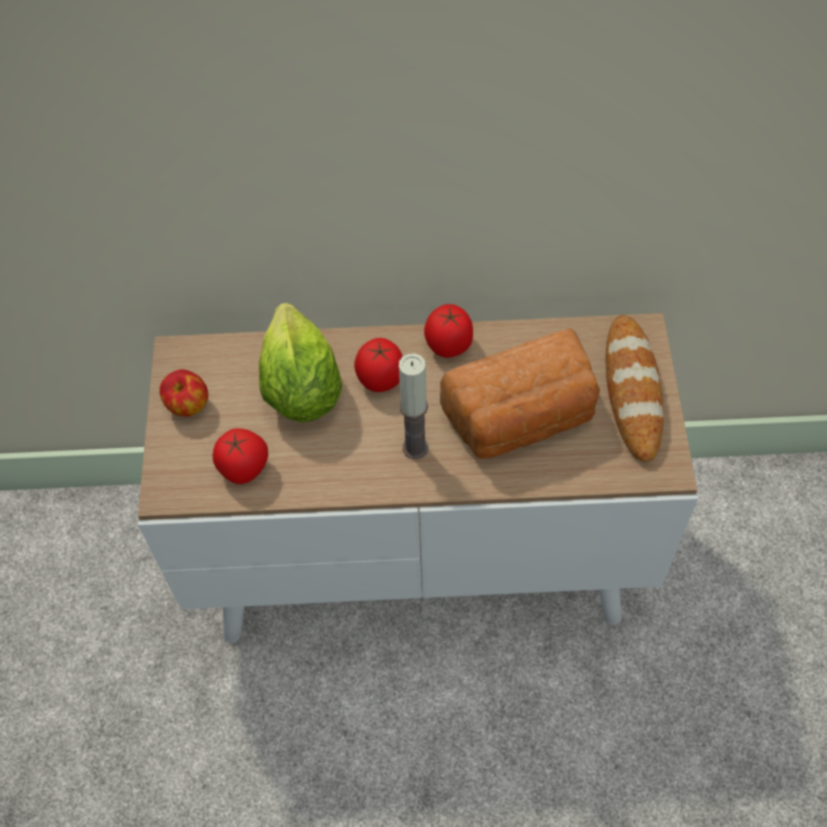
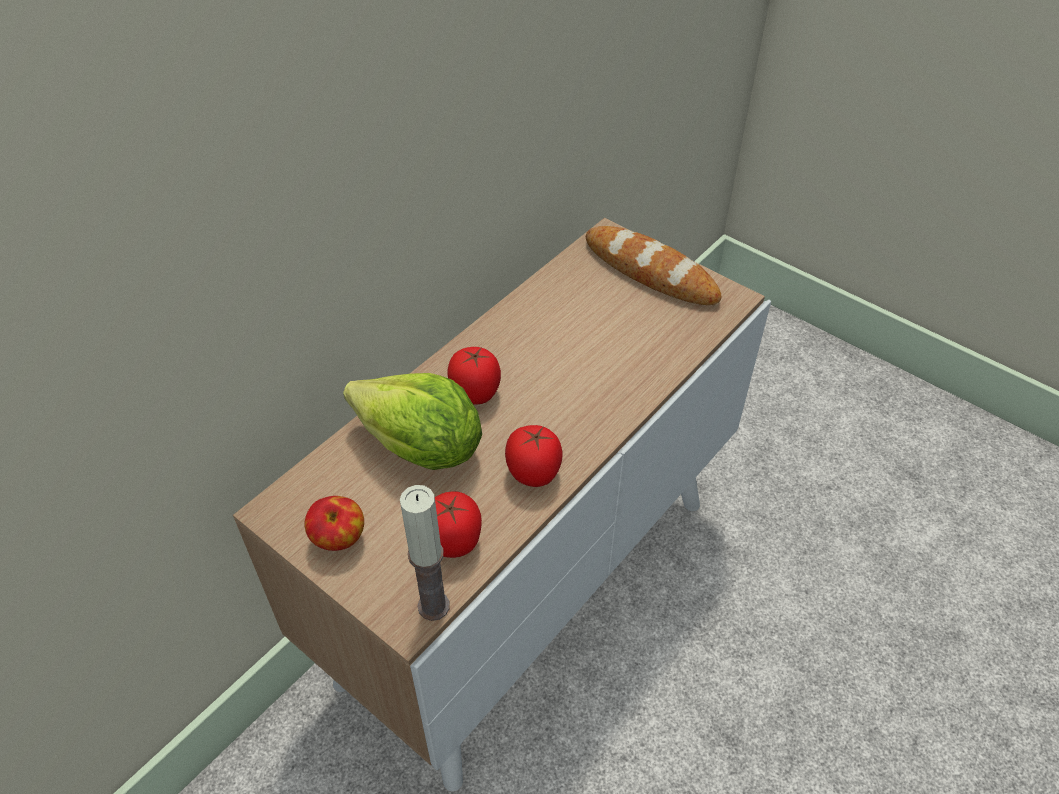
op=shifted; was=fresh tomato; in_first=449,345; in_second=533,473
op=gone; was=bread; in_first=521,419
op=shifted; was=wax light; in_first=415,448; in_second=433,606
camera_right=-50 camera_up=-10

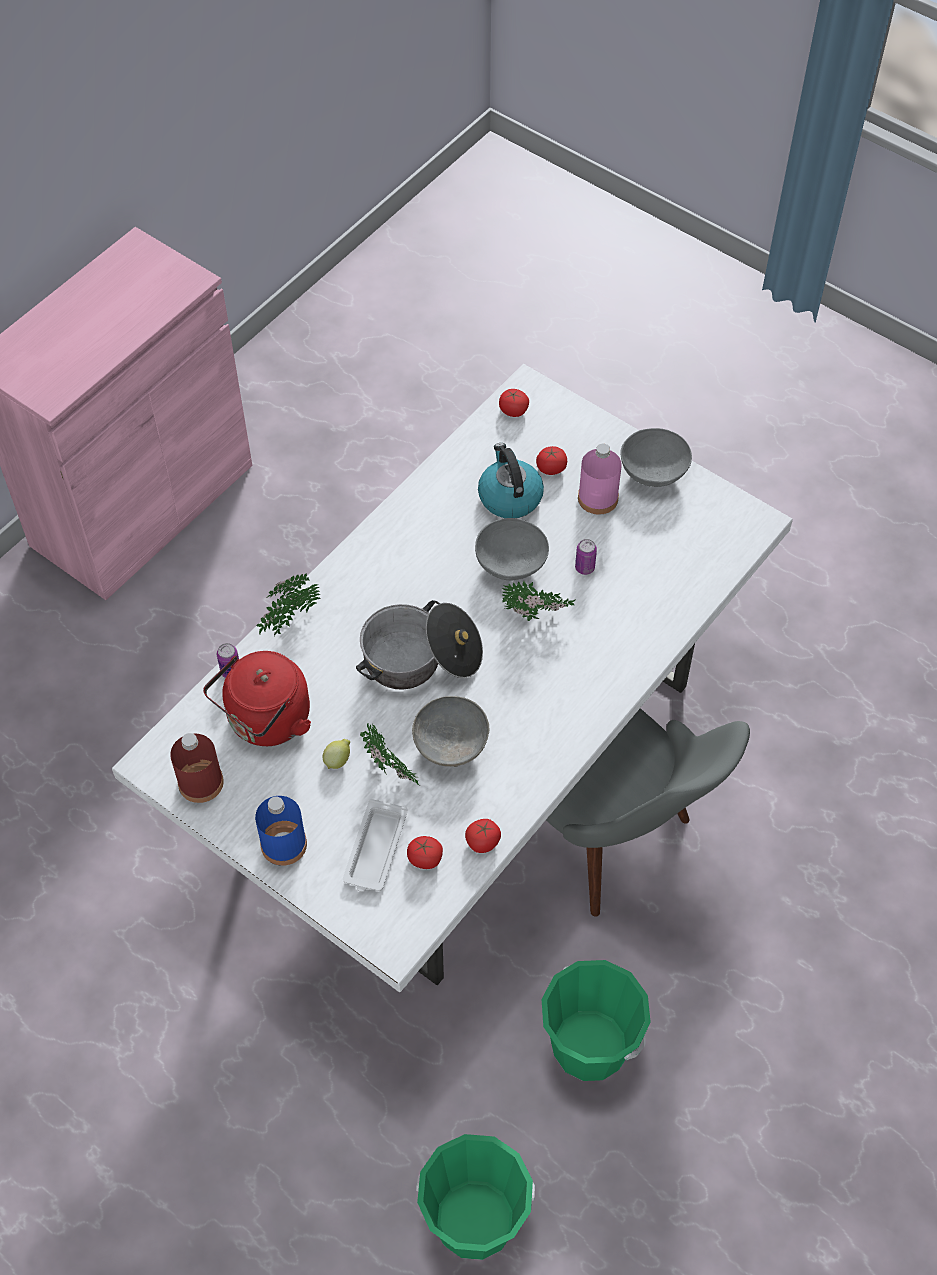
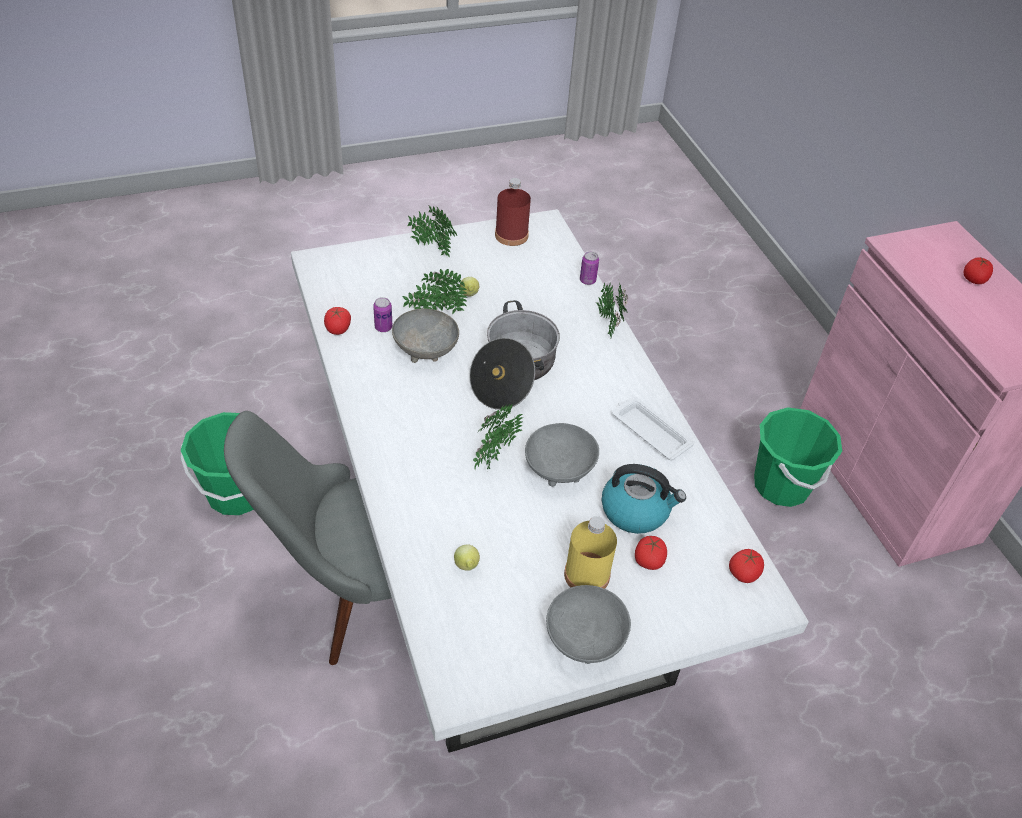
op=repainted; was=pinkish beverage bottle; now=yellow beverage bottle; in_first=598,498; in_second=587,575
op=shifted; was=sealed can; in_first=584,568; in_second=383,327
op=gone; was=reddish water kettle; in_first=266,722
op=swapped; was=bluish beverage bottle; now=houseplant; in_first=283,844; in_second=432,248
op=shifted; was=white-coloured carrying tray; in_first=375,850; in_second=649,431
op=shifted; was=fresh tomato; in_first=424,859; in_second=973,279
op=shifted; was=green-coloured pail; in_first=475,1219; in_second=781,485
op=new; now=citrus fruit; in_second=466,567
camera_right=120 camera_up=-10

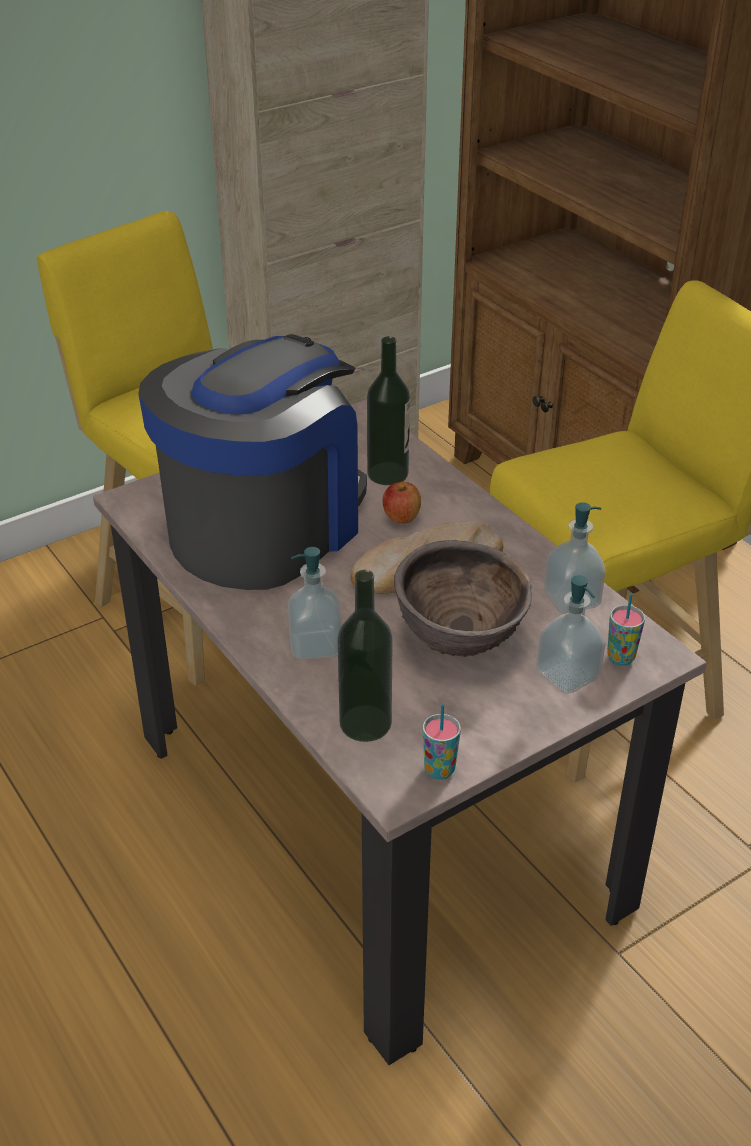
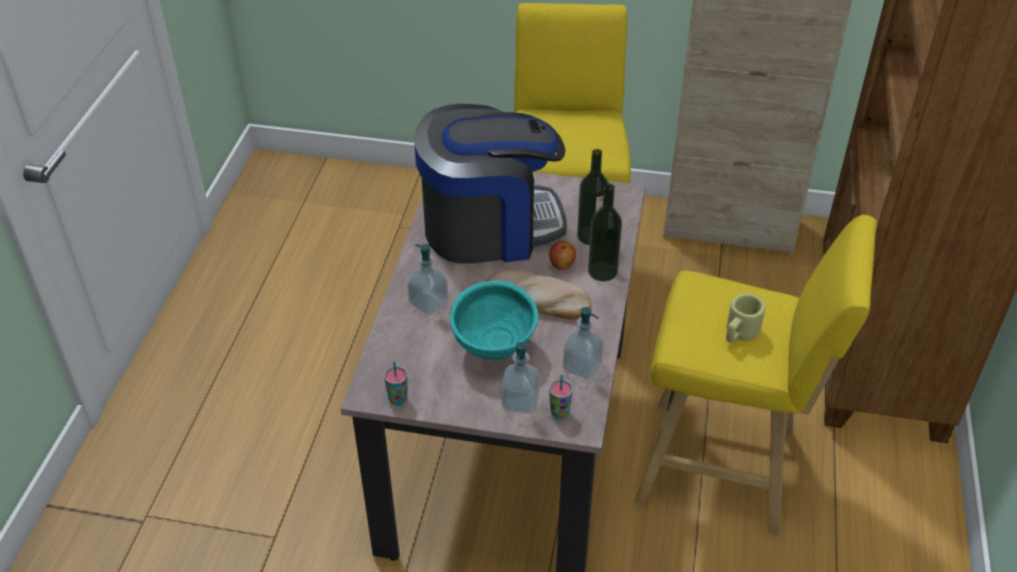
op=repainted; was=brownish serving bowl; now=turquoise serving bowl; in_first=459,643; in_second=493,348
op=shifted; was=beverage bottle; in_first=365,723; in_second=602,271
op=new; now=beige coffee mug; in_second=739,333
camera_right=45 camera_up=5

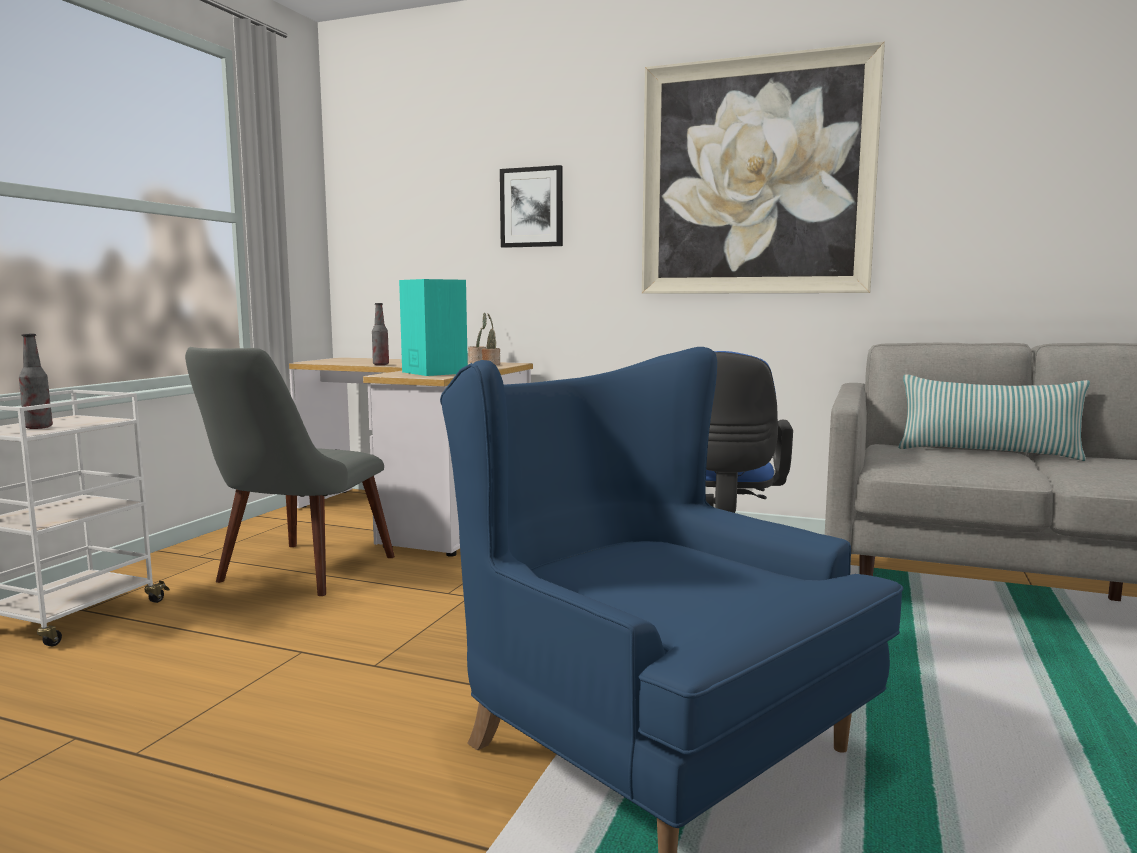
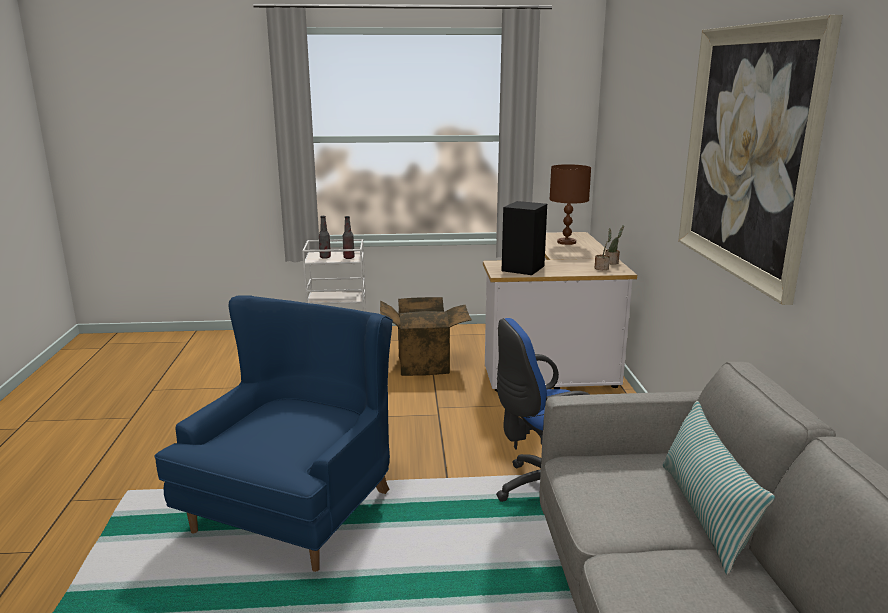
op=gone; was=wall picture; in_first=532,207
op=repainted; was=turquoise audio speaker; now=black audio speaker; in_first=433,372; in_second=523,268
op=shifted; was=beverage bottle; in_first=381,364; in_second=349,258
op=swapped; was=grey chair; now=carton; in_first=294,575; in_second=424,364
op=new; now=brownish tabletop lamp; in_second=567,242
camera_right=65 camera_up=10

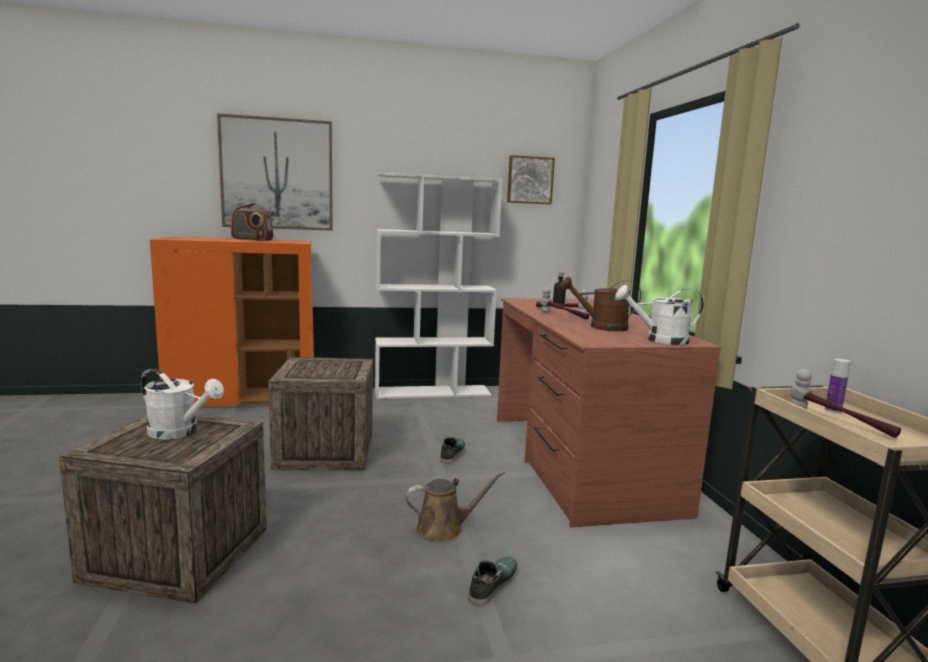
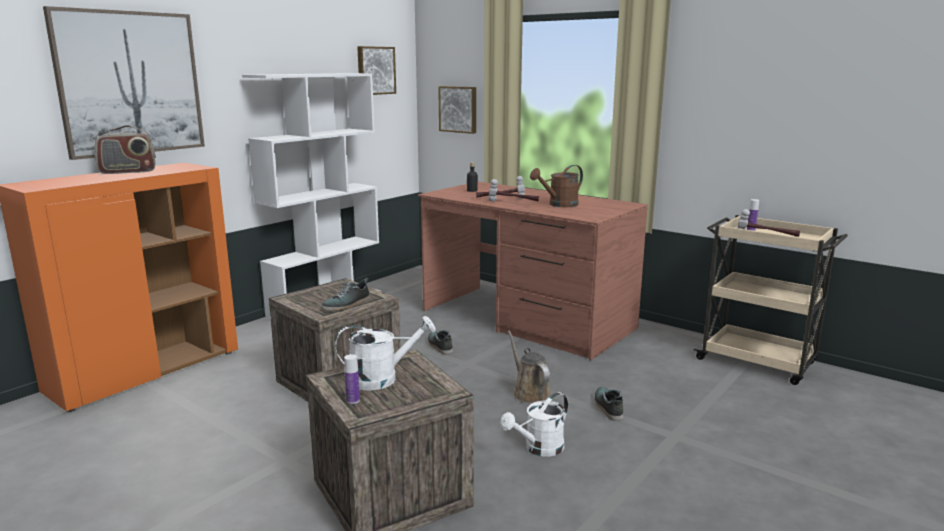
op=shifted; was=white-coloured watering can; in_first=659,340; in_second=539,449
op=rotated; was=brownish watering can; in_first=444,529; in_second=529,392; clockwise=-60
op=new; now=wall picture; in_second=458,109
op=new; now=shoe; in_second=347,305
op=new; now=beverage bottle; in_second=353,400
camera_right=-40 camera_up=5

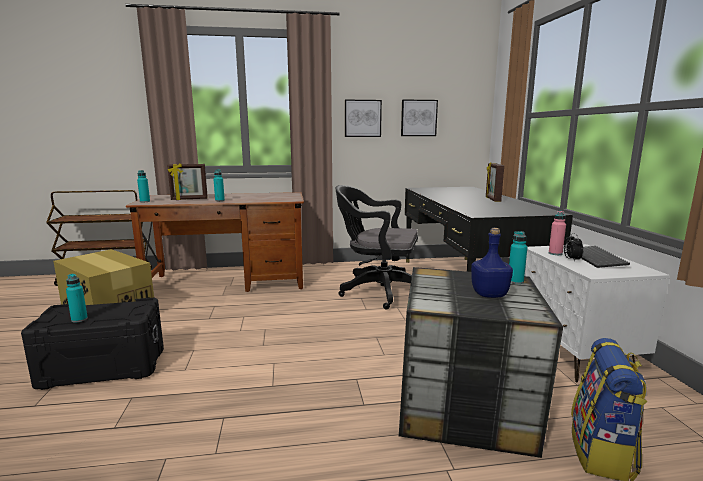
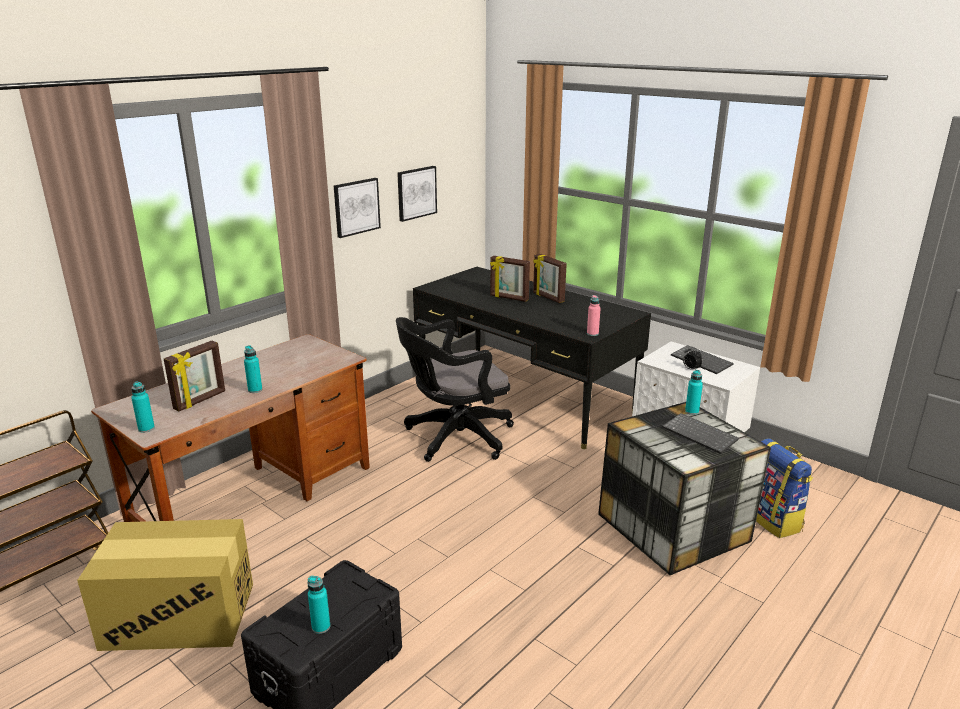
op=shifted; was=pinkish beverage bottle; in_first=555,253; in_second=592,334
op=swapped; was=bluish beverage bottle; now=computer keyboard; in_first=489,294; in_second=701,434
op=new; now=picture frame; in_second=509,298
camera_right=-40 camera_up=10

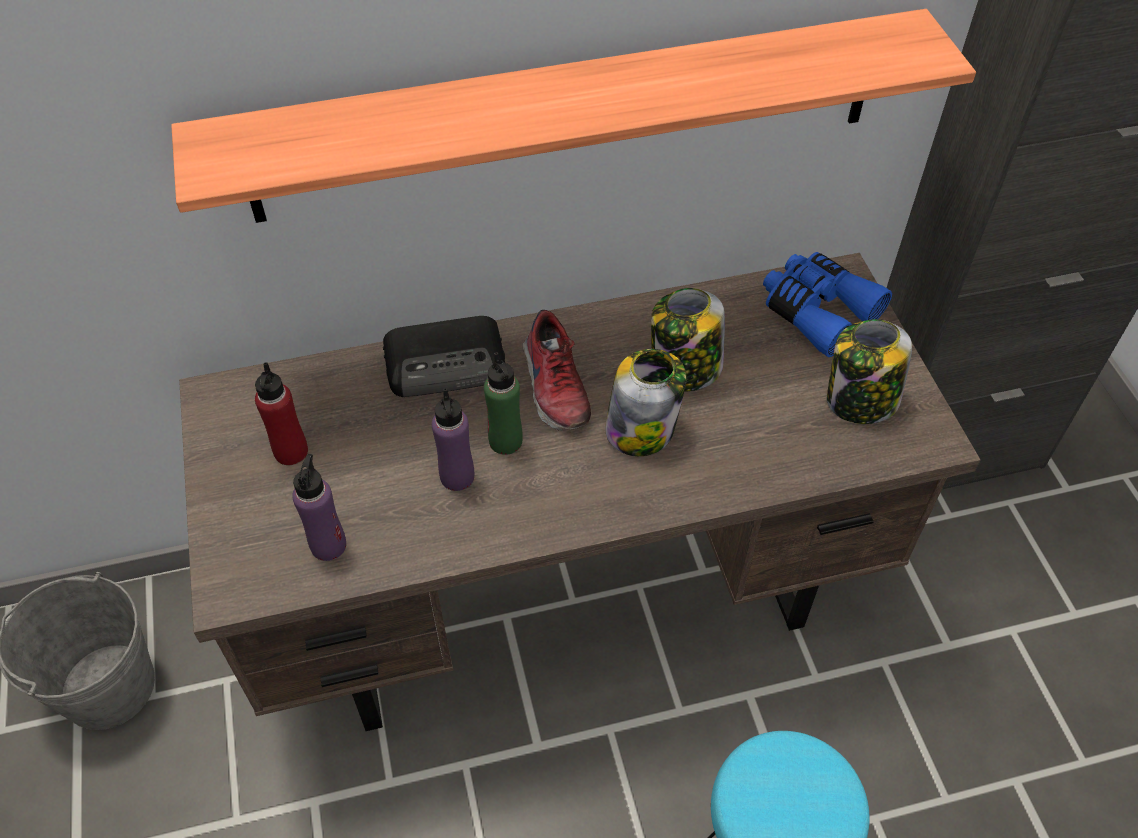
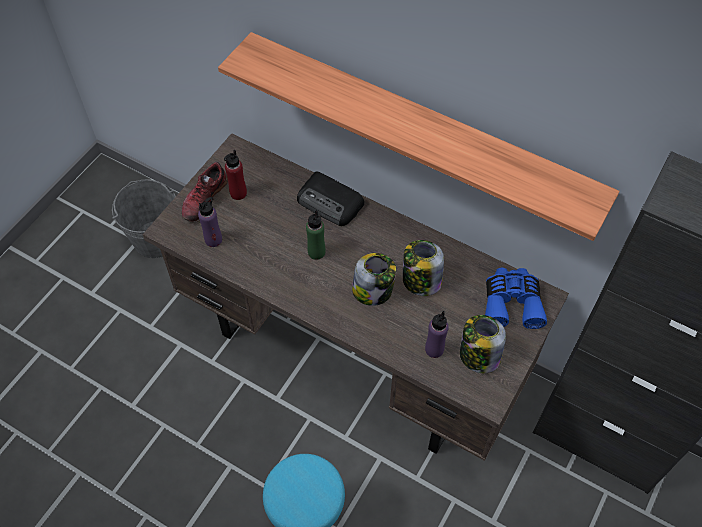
op=shifted; was=shoe; in_first=553,386; in_second=204,198
op=shifted; was=purple beverage bottle; in_first=457,477; in_second=434,349
camera_right=45 camera_up=5

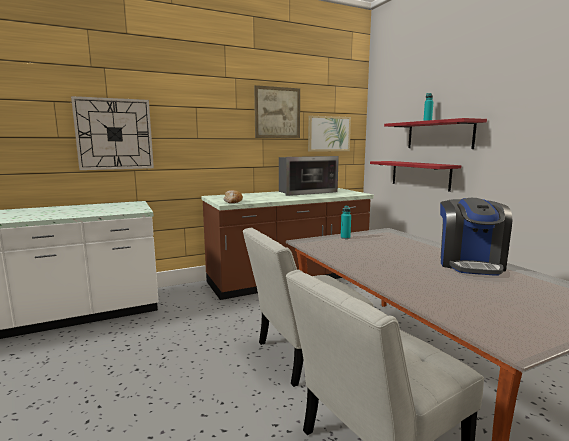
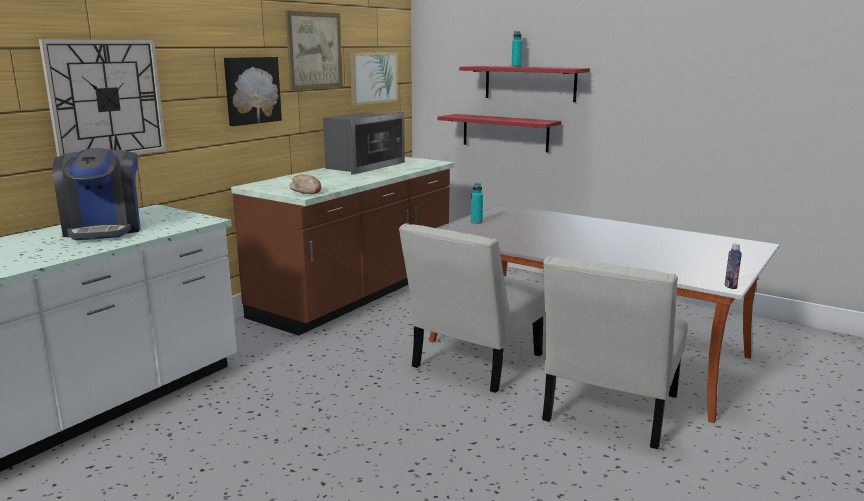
op=shifted; was=coffee brewer; in_first=470,264; in_second=104,229
op=new; now=wall picture; in_second=251,90
op=new; now=beverage bottle; in_second=730,286
camera_right=-30 camera_up=5

